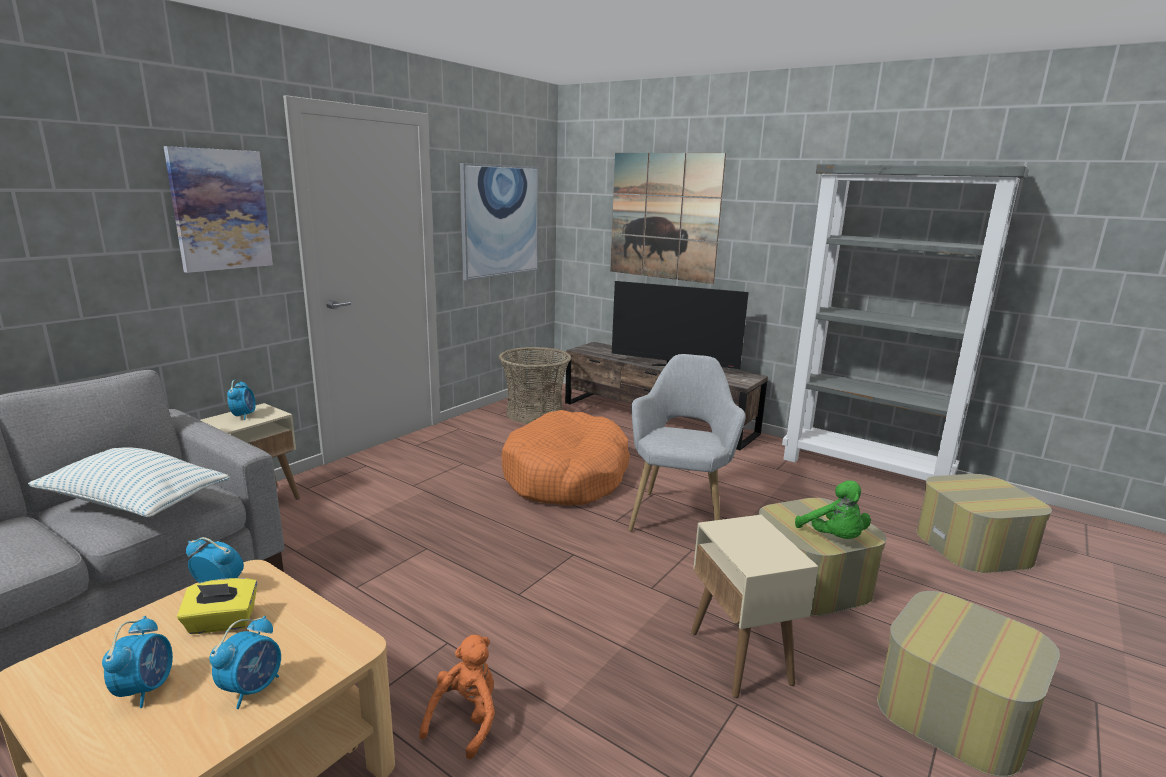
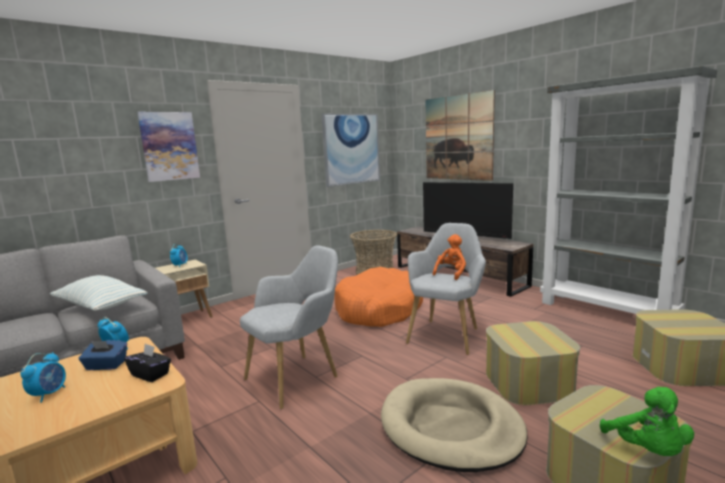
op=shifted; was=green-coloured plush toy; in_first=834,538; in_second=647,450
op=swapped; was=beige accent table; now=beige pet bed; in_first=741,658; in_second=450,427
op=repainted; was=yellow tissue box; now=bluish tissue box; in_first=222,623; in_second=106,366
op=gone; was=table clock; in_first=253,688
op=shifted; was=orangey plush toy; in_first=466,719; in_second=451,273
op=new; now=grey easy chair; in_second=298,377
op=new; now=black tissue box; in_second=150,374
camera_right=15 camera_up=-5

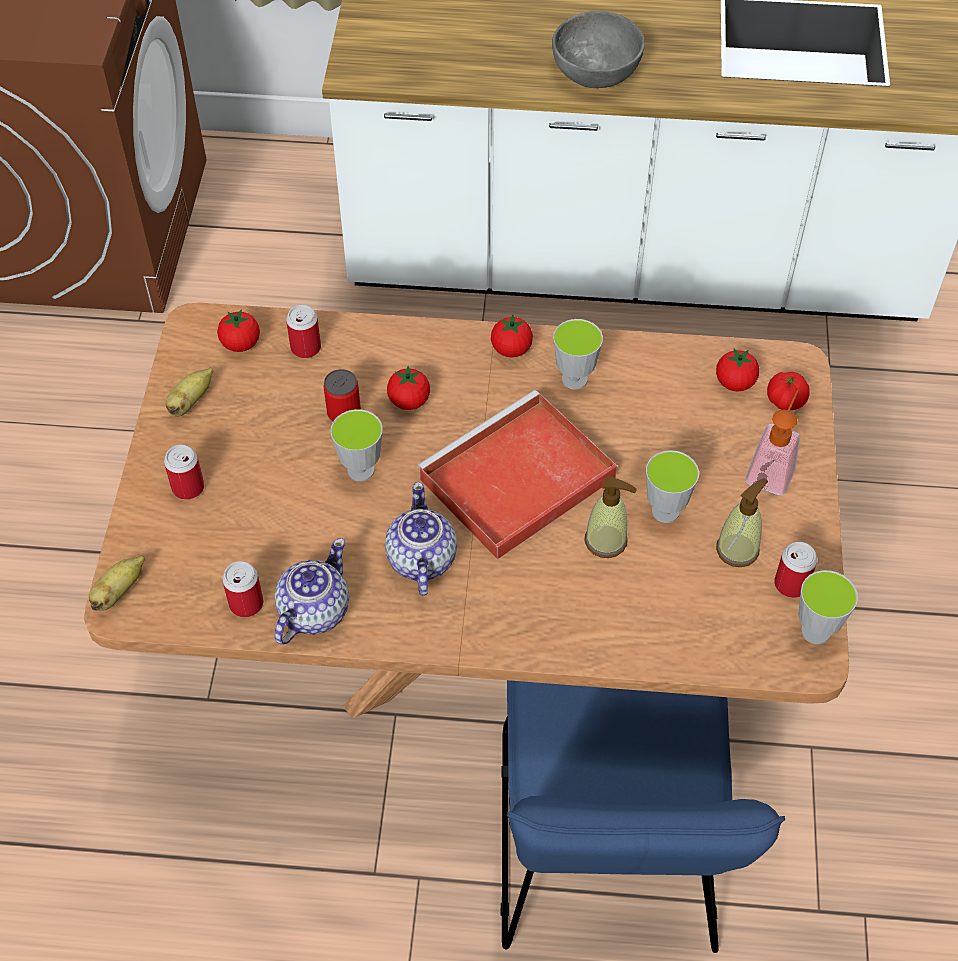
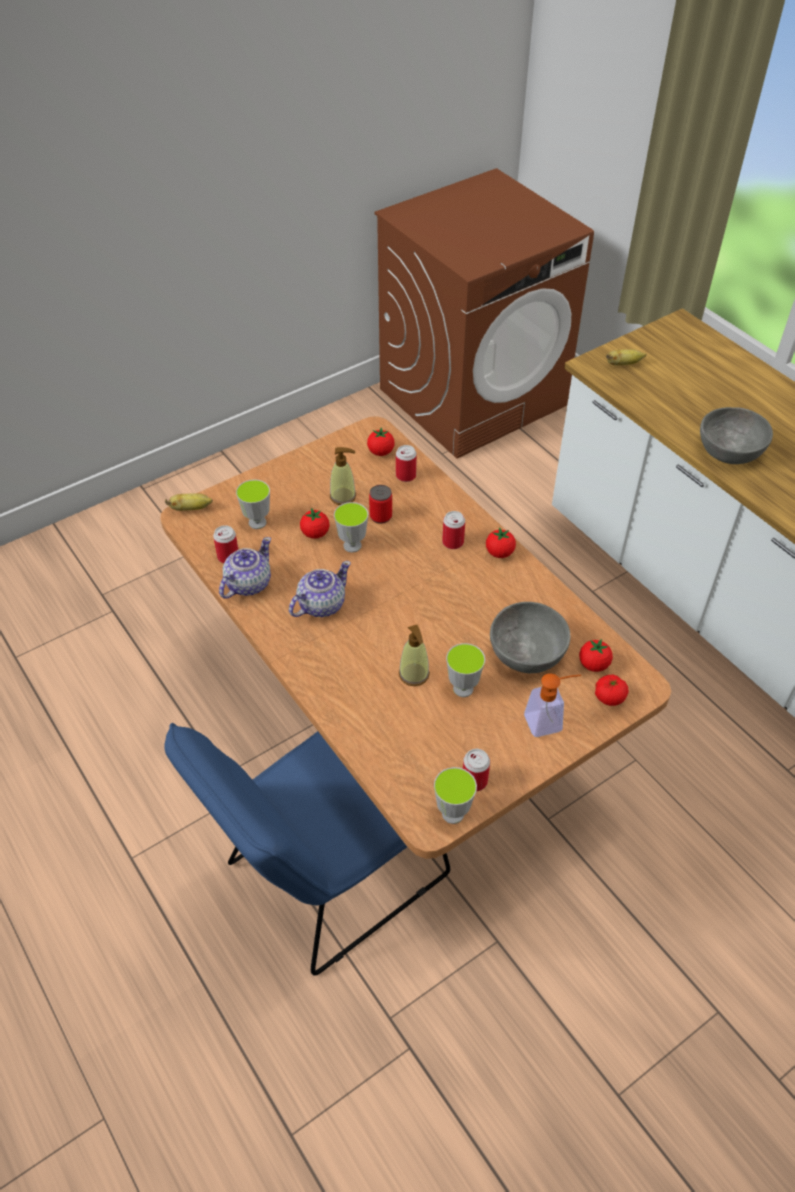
op=shifted; was=cup; in_first=574,379; in_second=257,522
op=shifted; was=fresh tomato; in_first=409,401; in_second=315,533
op=shifted; was=whole banana; in_first=191,401; in_second=623,364
op=gone; was=reddish carrying tray; in_first=515,481
op=shifted; was=sealed can; in_first=188,487; in_second=453,542
op=shifted; was=liquid soap bottle; in_first=737,549; in_second=343,496
op=rotated; was=pot for tea; in_first=313,612; in_second=247,584; clockwise=-45
op=new; now=grey serving bowl; in_second=527,652
camera_right=50 camera_up=-5

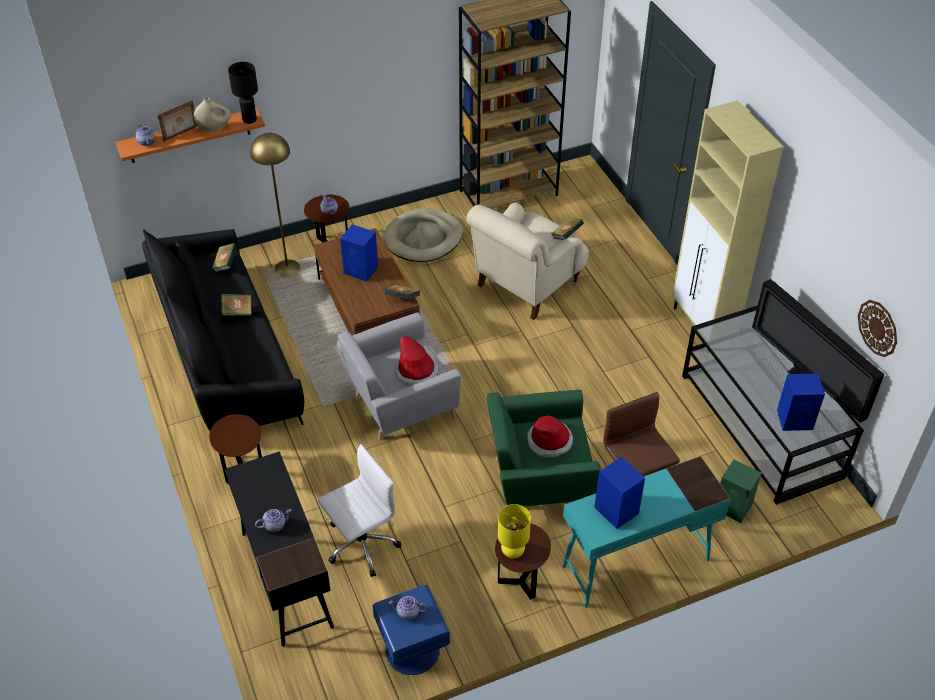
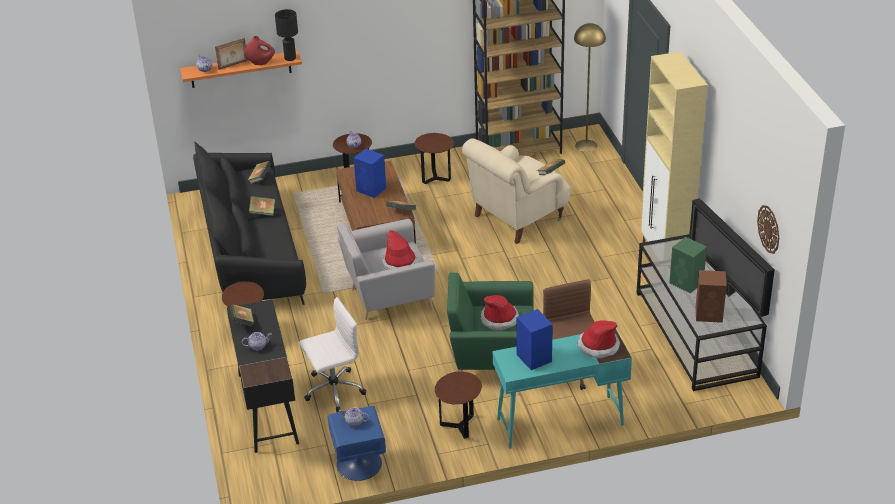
op=repainted; was=beige decorative vase; now=reddish decorative vase; in_first=214,128; in_second=260,63
op=shifted; was=yellow floor lamp; in_first=287,268; in_second=586,145
op=swapped; was=beige pet bed; now=brownish accent table; in_first=423,238; in_second=435,178
op=repainted; was=bluish audio speaker; now=brownish audio speaker; in_first=795,419; in_second=709,314
op=shifted; was=green-coloured audio speaker; in_first=733,507; in_second=687,283
op=gone; was=yellow tabletop lamp; in_first=512,551
op=new; now=bound book; in_second=243,323
op=new; now=clothing hat; in_second=598,346
camera_right=10 camera_up=-10

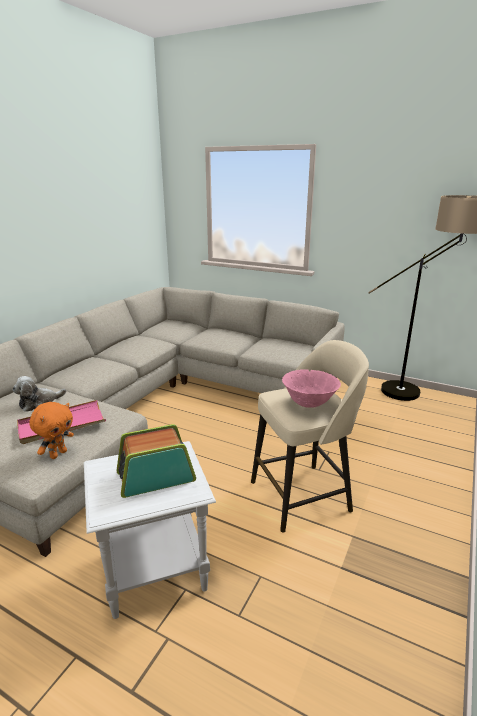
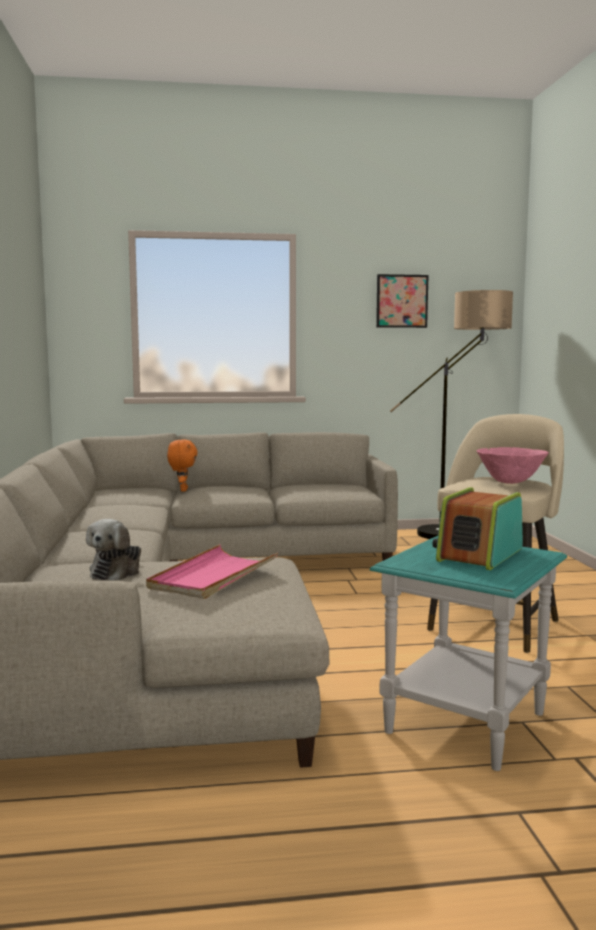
op=shifted; was=orangey plush toy; in_first=58,454; in_second=182,490
op=repainted; was=white-coloured accent table; now=turquoise accent table; in_first=154,571; in_second=465,723
op=new; now=wall picture; in_second=402,301
camera_right=-35 camera_up=-15

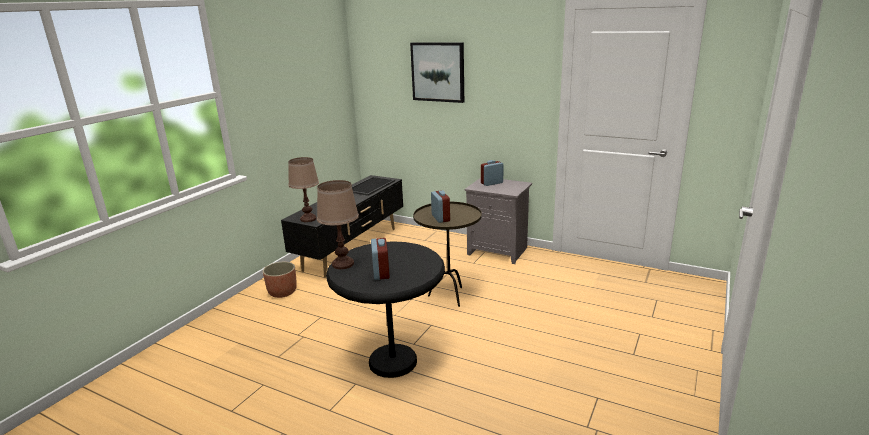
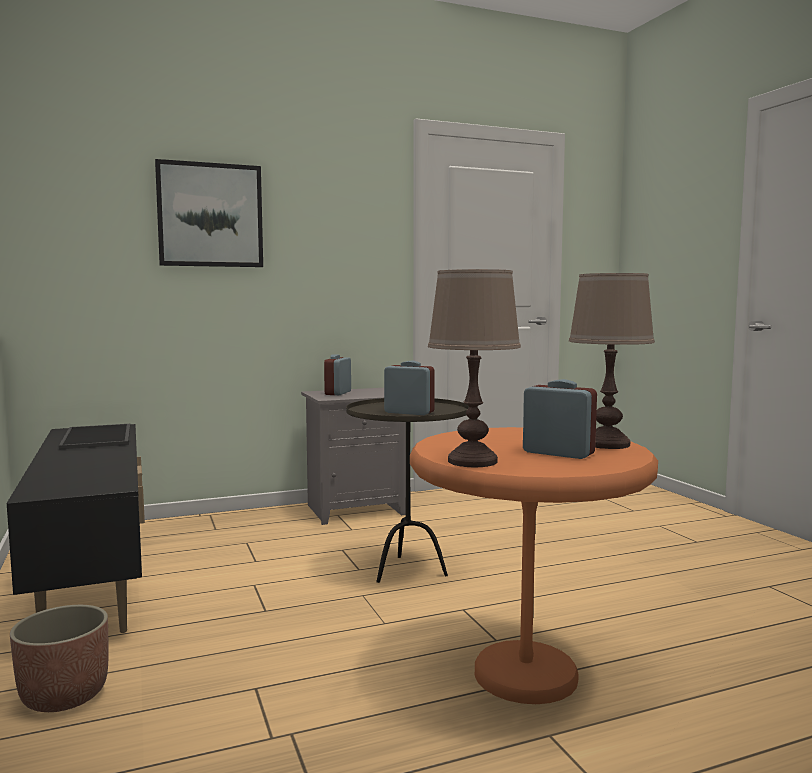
op=shifted; was=brownish tabletop lamp; in_first=308,219; in_second=606,444
op=repainted; was=black accent table; now=orangey accent table; in_first=393,362; in_second=525,675
camera_right=-50 camera_up=-15

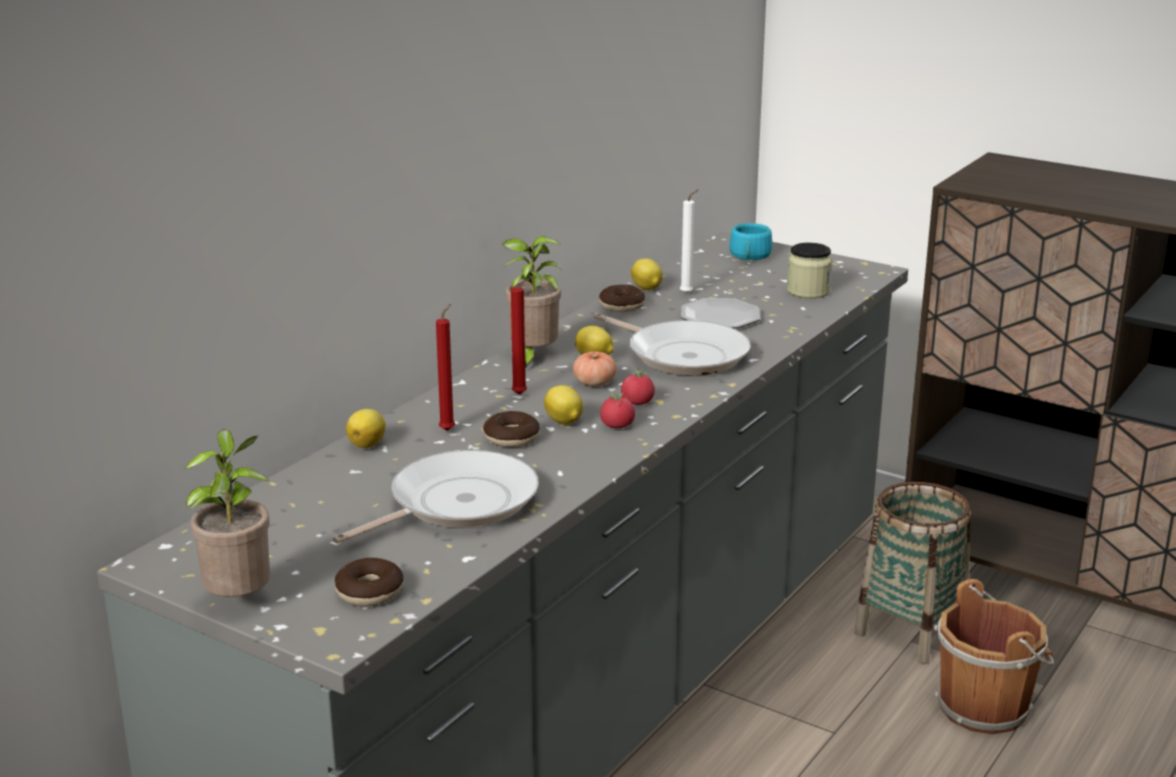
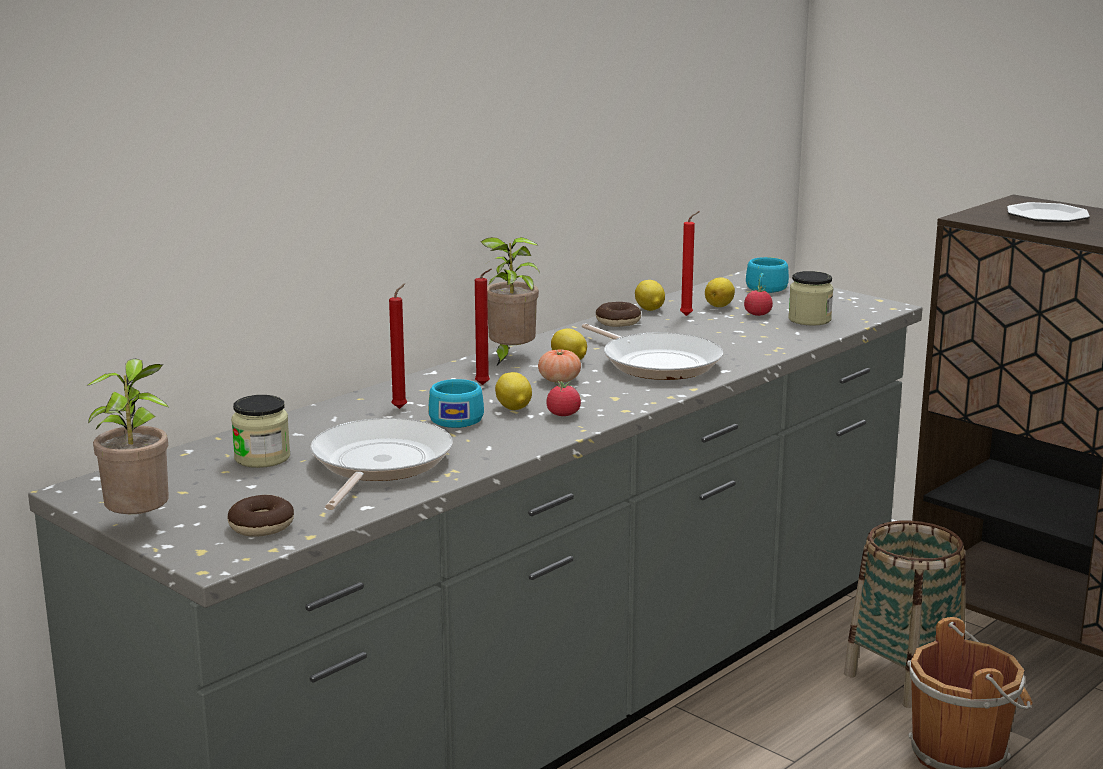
op=repainted; was=white-coloured wax light; now=reddish wax light; in_first=688,293; in_second=688,315
op=shifted; was=dinner plate; in_first=719,317; in_second=1046,216
op=shifted; was=fresh tomato; in_first=637,402; in_second=757,314
op=shifted; was=citrus fruit; in_first=368,444; in_second=720,306
op=swapped; was=donut; now=turquoise cup; in_first=511,438; in_second=457,418
op=rotated; was=frying pan; in_first=456,503; in_second=378,464; clockwise=-45
op=new; now=jar; in_second=262,458
camera_right=10 camera_up=-5

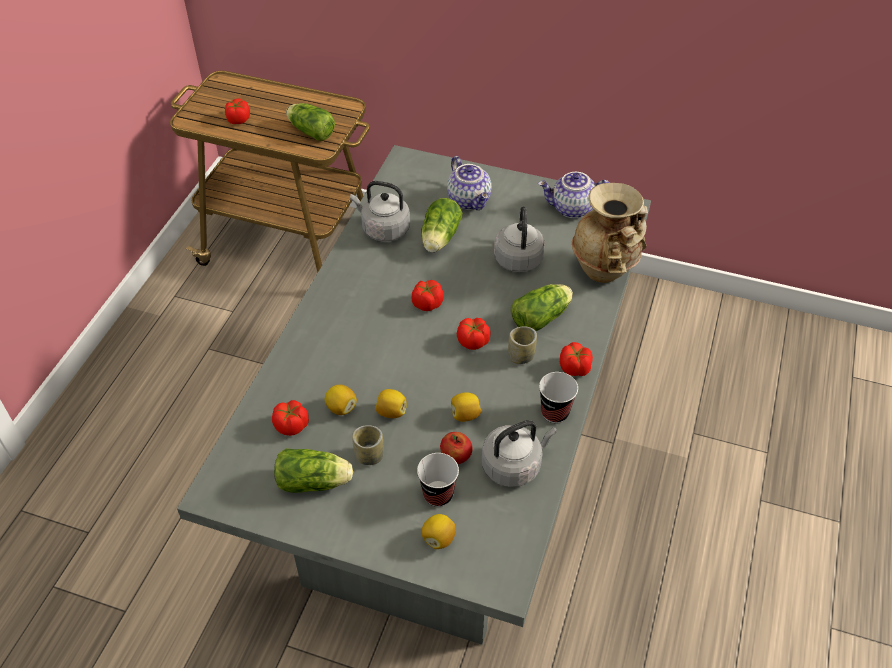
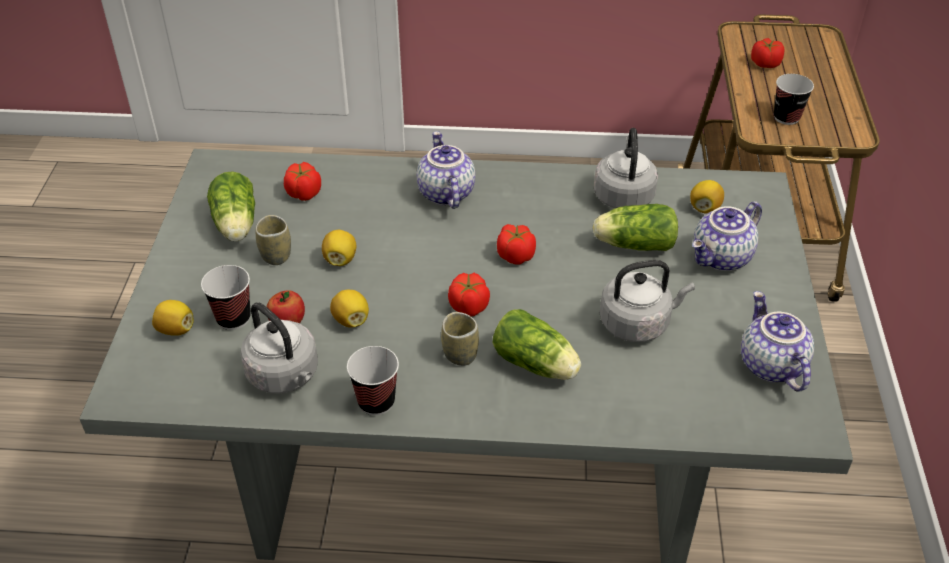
op=swapped; was=lettuce; now=cup; in_first=310,131; in_second=786,117
op=gone; was=beige decorative vase; in_first=606,270
op=gone; was=fresh tomato; in_first=575,368
op=shifted; was=citrus fruit; in_first=341,408; in_second=704,208
op=new; now=pot for tea; in_second=444,193
camera_right=75 camera_up=-5

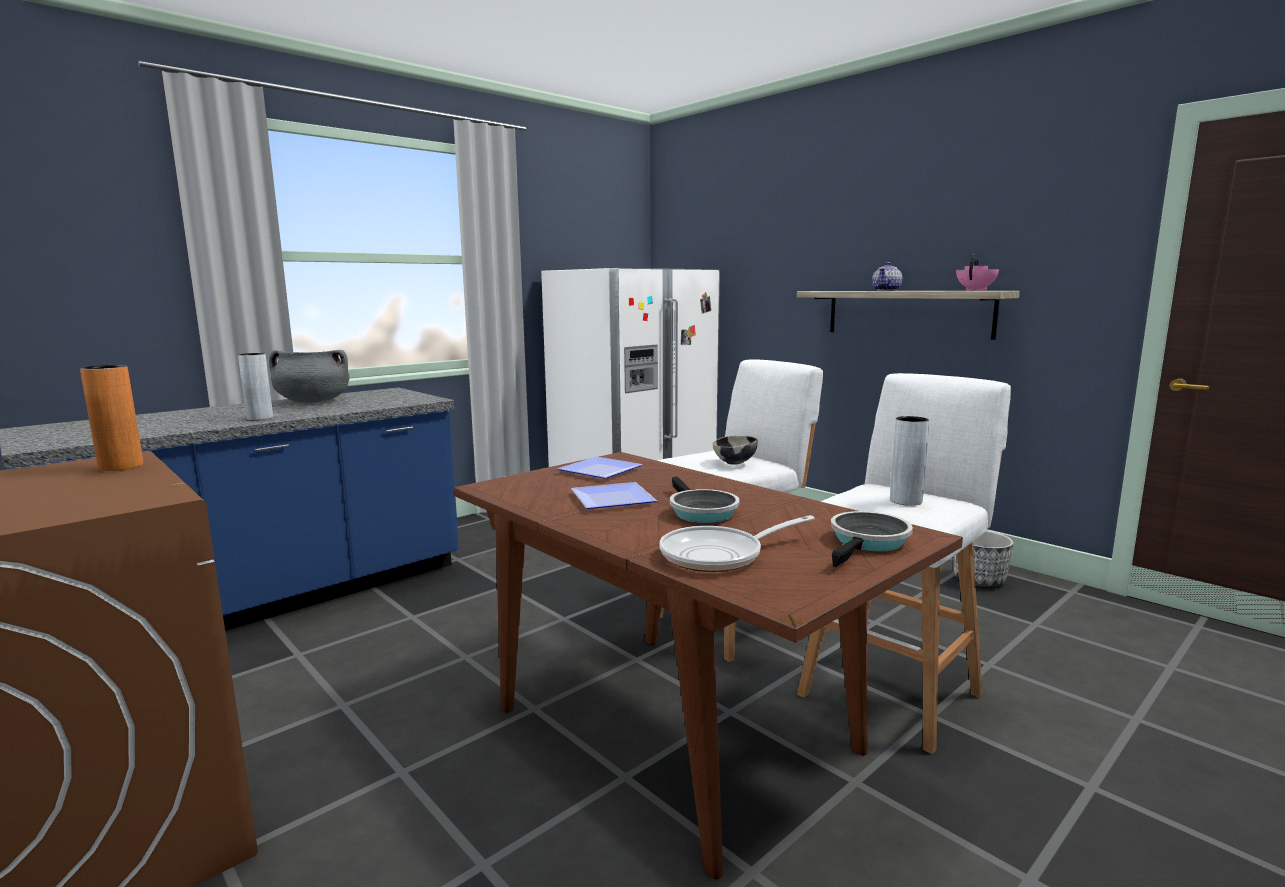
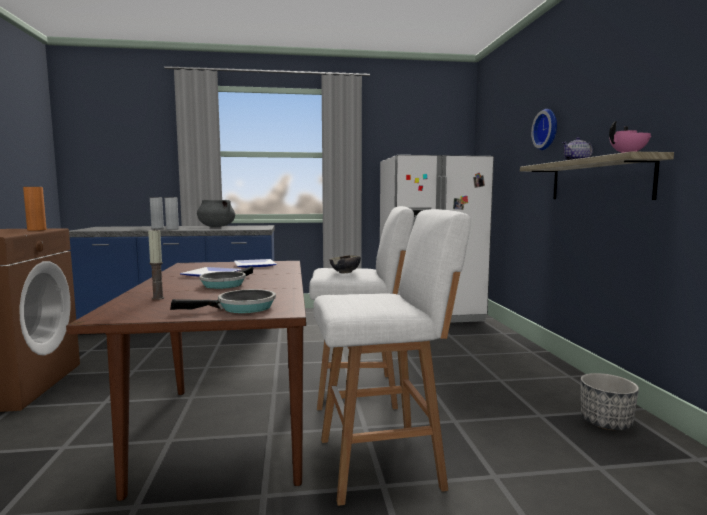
op=shifted; was=grey decorative vase; in_first=906,501; in_second=157,228
op=swapped; was=frying pan; now=wax light; in_first=719,555; in_second=158,298
op=new; now=wall clock; in_second=547,129
camera_right=35 camera_up=-5

